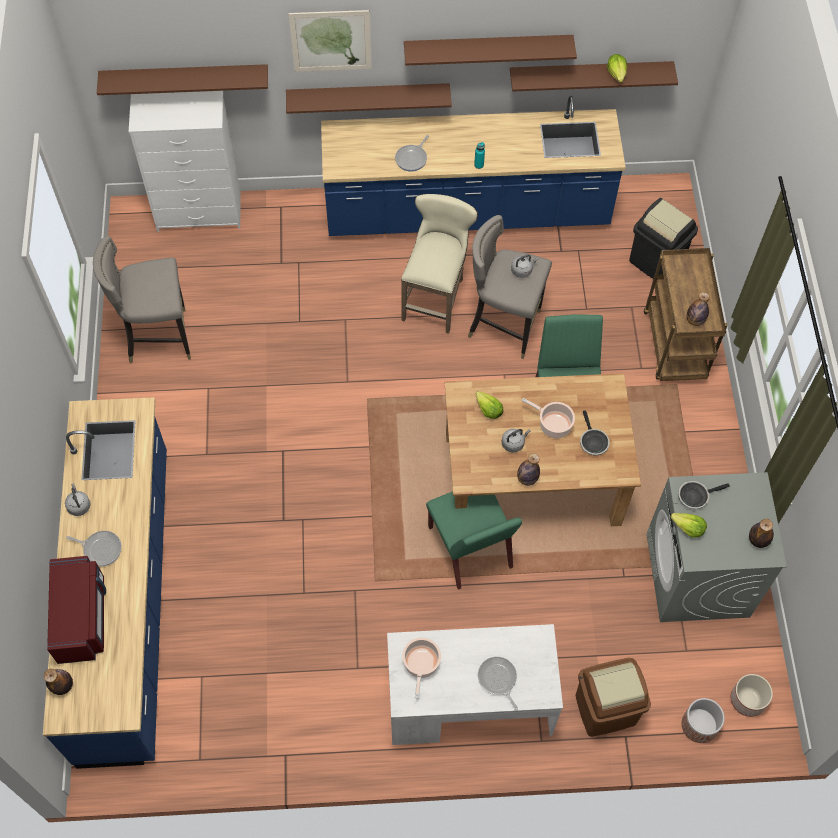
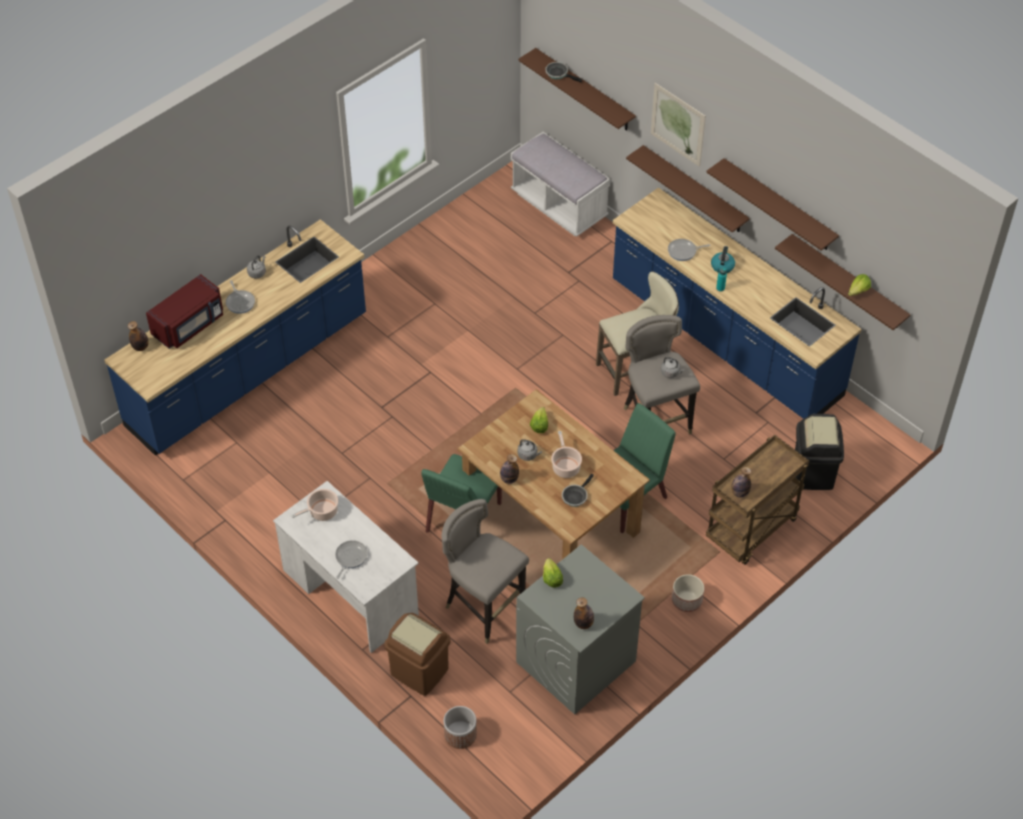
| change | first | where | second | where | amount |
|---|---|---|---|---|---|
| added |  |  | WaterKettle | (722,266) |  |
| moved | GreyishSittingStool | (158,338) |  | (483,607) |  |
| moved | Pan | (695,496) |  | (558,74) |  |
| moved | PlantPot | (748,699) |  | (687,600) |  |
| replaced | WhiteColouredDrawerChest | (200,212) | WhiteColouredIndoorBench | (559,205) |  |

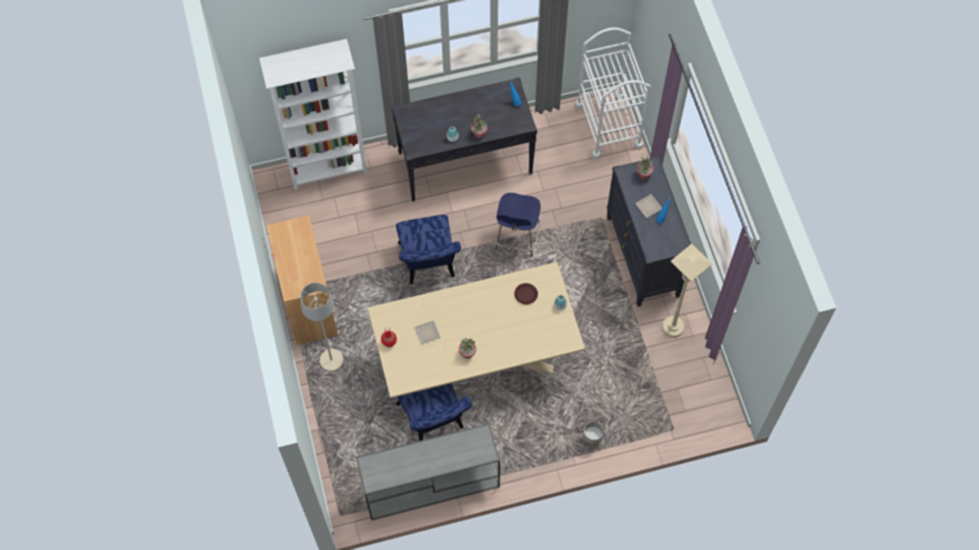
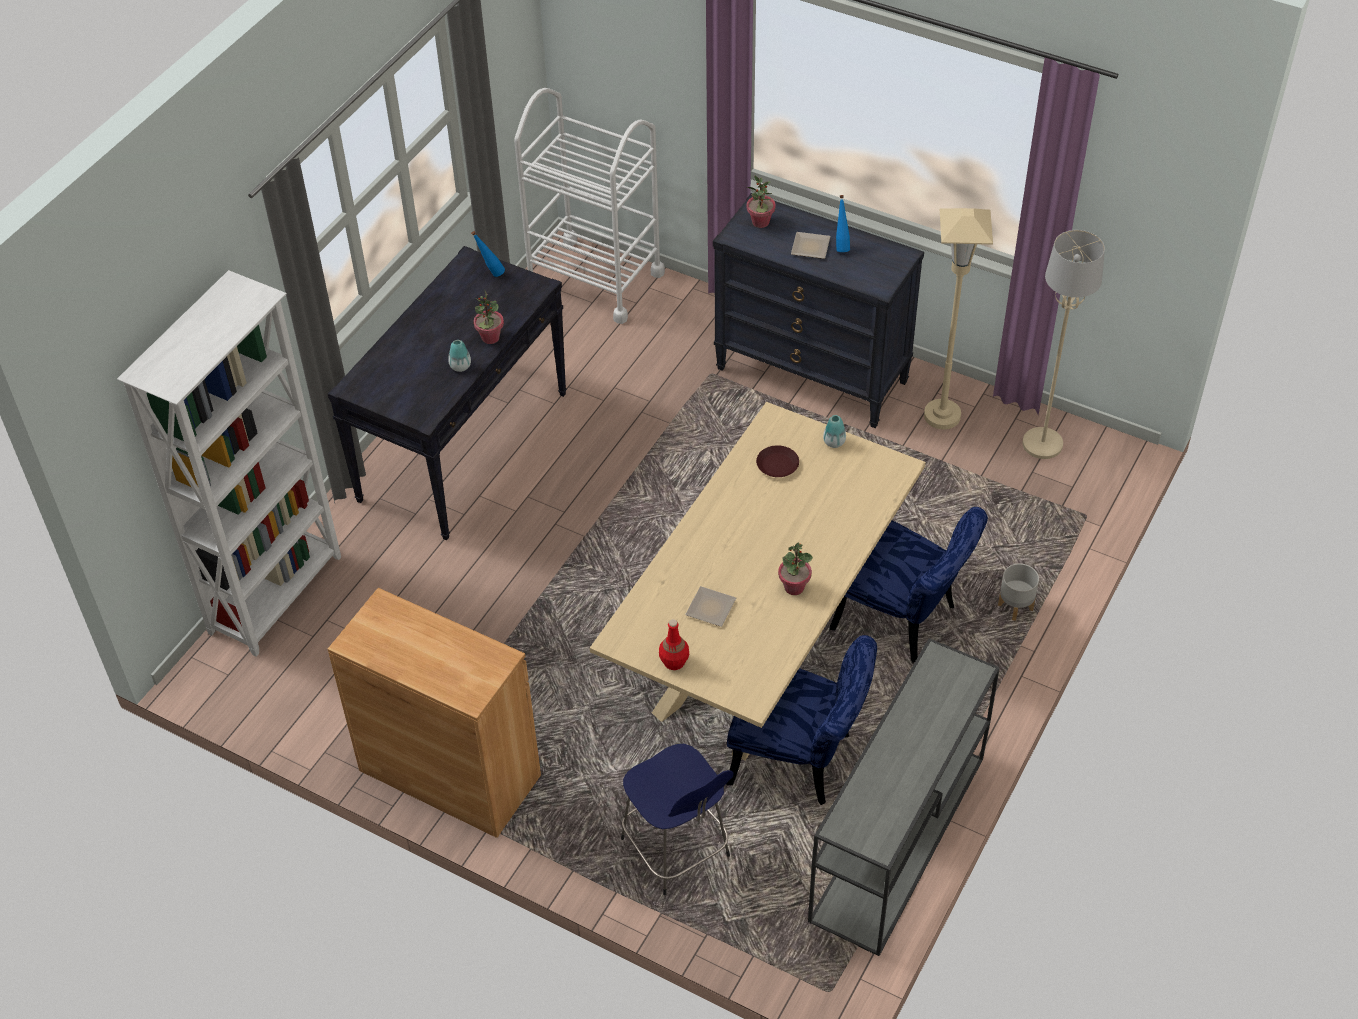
| change | first | where | second | where | amount |
|---|---|---|---|---|---|
| moved | SandColouredStandingLamp | (331,360) |  | (1043,444) |  |
| moved | BlueColouredChair | (428,264) |  | (903,621) |  |
| moved | BlueColouredSittingStool | (517,238) |  | (677,850) |  |

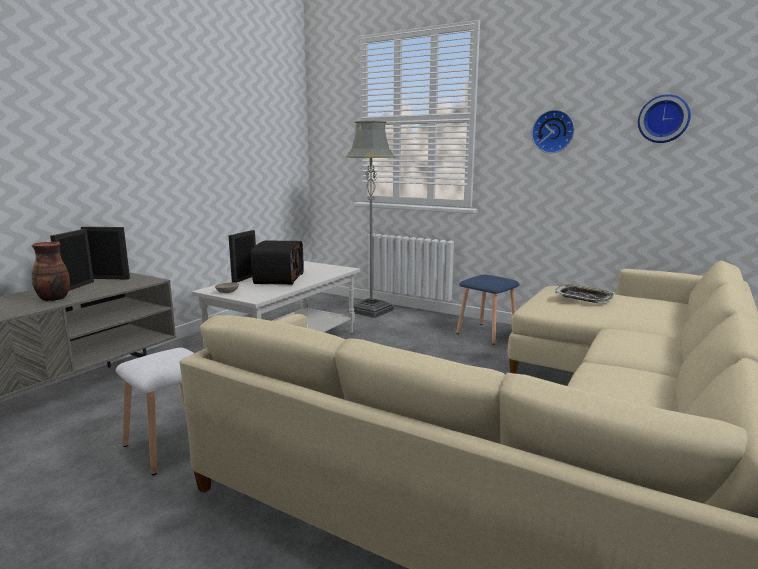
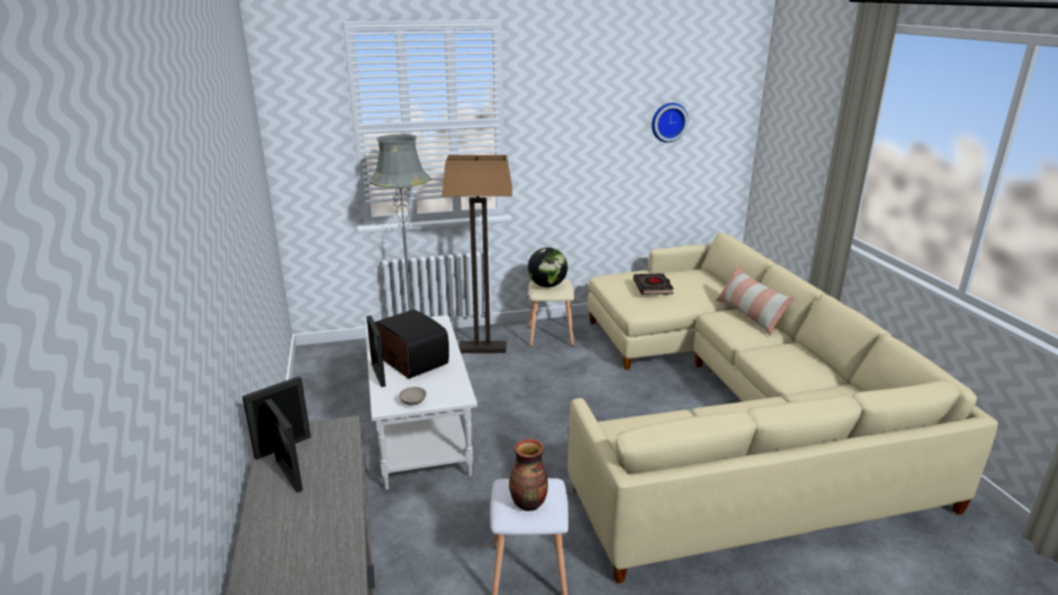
| change | first | where | second | where | amount |
|---|---|---|---|---|---|
| removed | WallClock | (553,131) |  |  |  |
| added |  |  | StandingLamp | (483,348) |  |
| added |  |  | Globe | (547,285) |  |
| added |  |  | Cushion | (749,315) |  |
| moved | Vase | (53,299) |  | (529,503) |  |
| replaced | ServingTray | (583,297) | BlackishBoundBook | (653,287) |  |
| recoloured | BlueColouredSittingStool | (486,333) | SandColouredSittingStool | (551,336) |  |

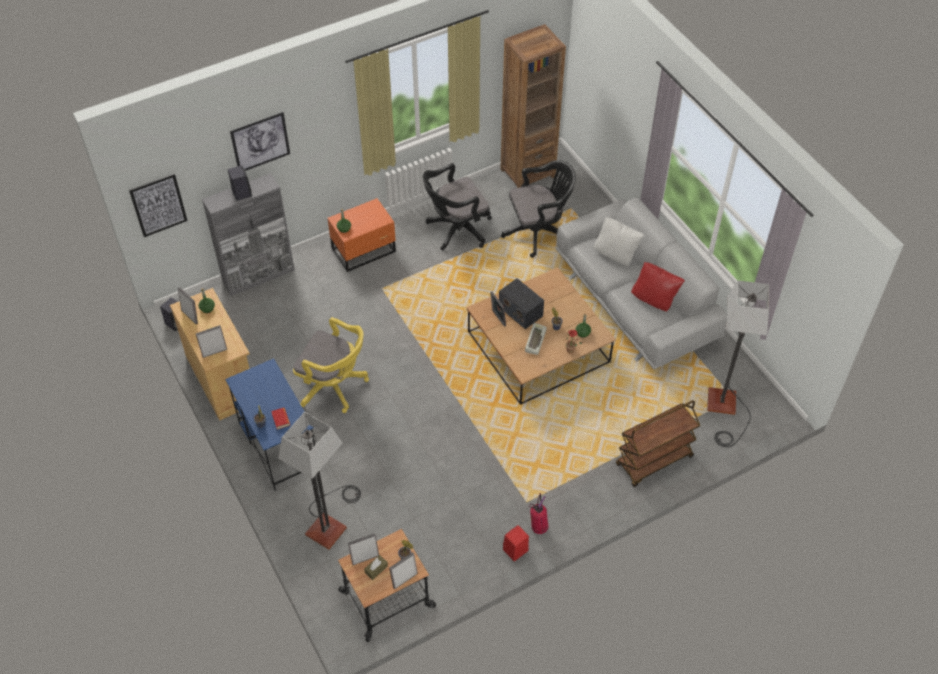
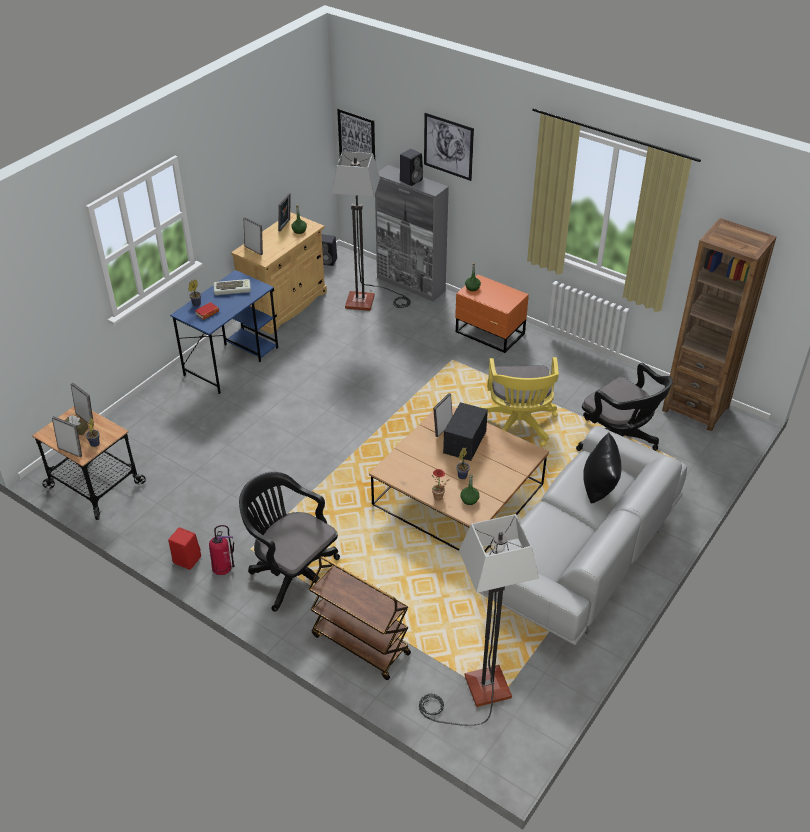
| change | first | where | second | where | amount |
|---|---|---|---|---|---|
| removed | RedColouredCushion | (654,300) |  |  |  |
| moved | StandingLamp | (330,522) |  | (369,301) |  |
| moved | YellowColouredDeskChair | (334,386) |  | (518,426) |  |
| moved | BlackishDeskChair | (456,230) |  | (292,574) |  |
| moved | ComputerKeyboard | (534,340) |  | (232,289) |  |
| recoloured | WhiteColouredCushion | (616,255) | BlackishCushion | (599,489) |  |

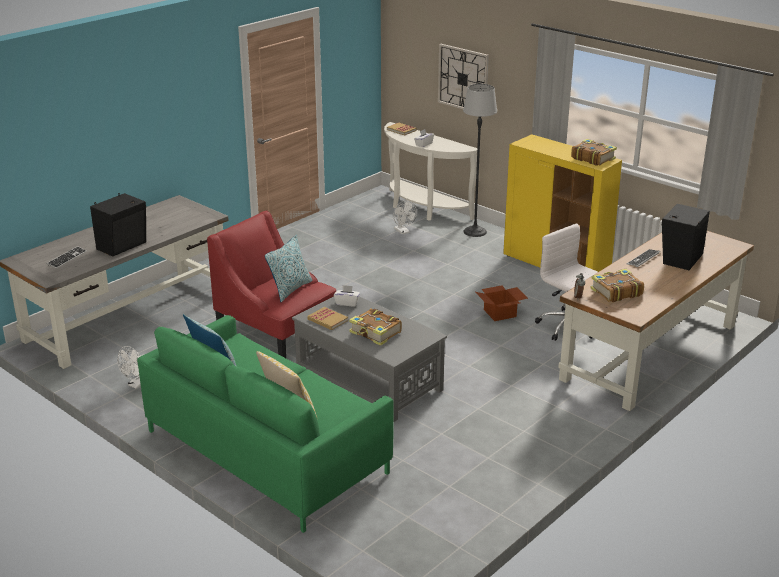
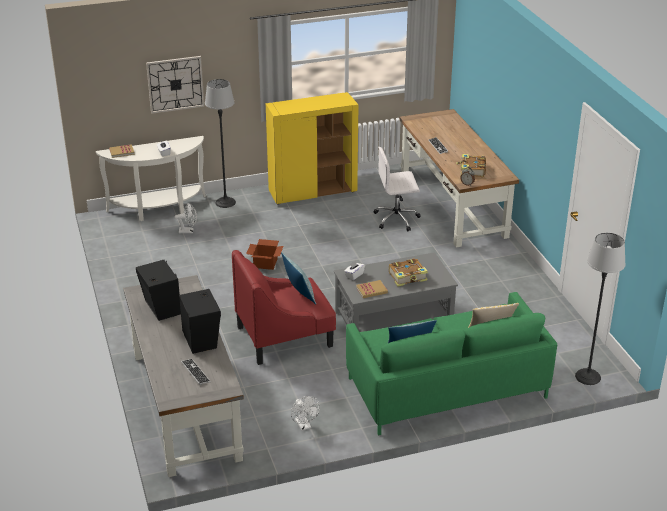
| change | first | where | second | where | amount |
|---|---|---|---|---|---|
| removed | BoundBook | (592,158) |  |  |  |
| added |  |  | StandingLamp | (588,376) |  |
| moved | PackingBox | (501,313) |  | (266,263) |  |
| moved | BlackishAudioSpeaker | (680,258) |  | (161,308) |  |

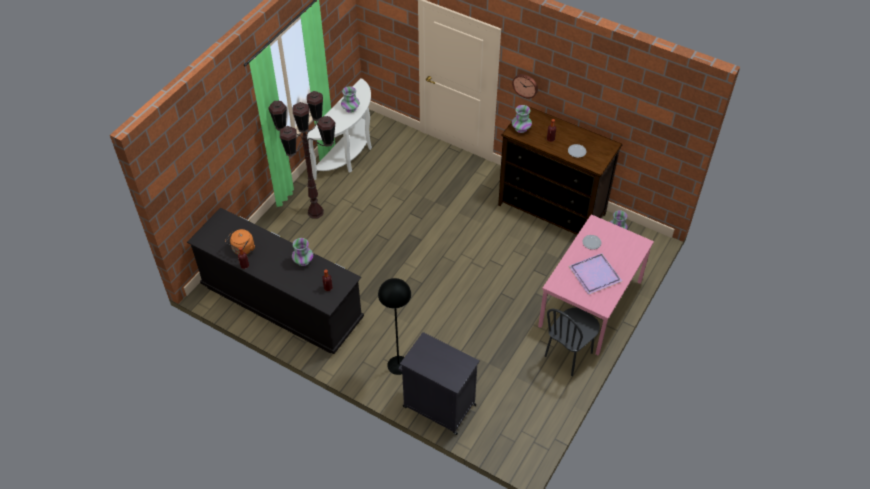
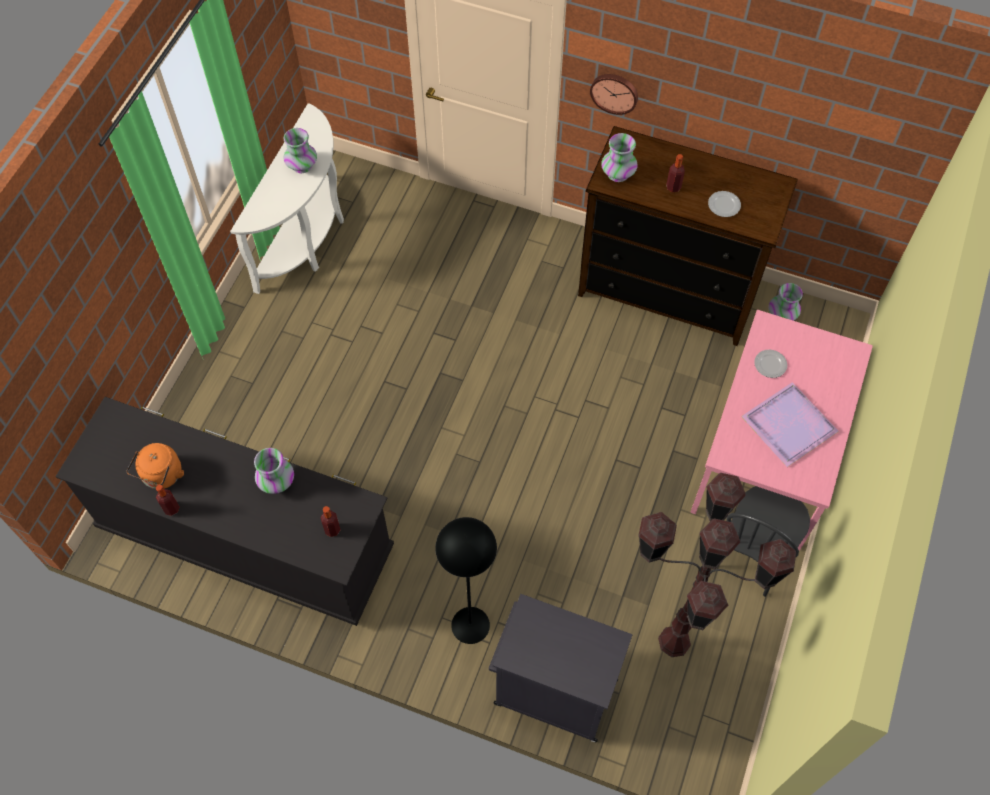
| change | first | where | second | where | amount |
|---|---|---|---|---|---|
| moved | BrownishStandingLamp | (315,212) |  | (673,640) |  |

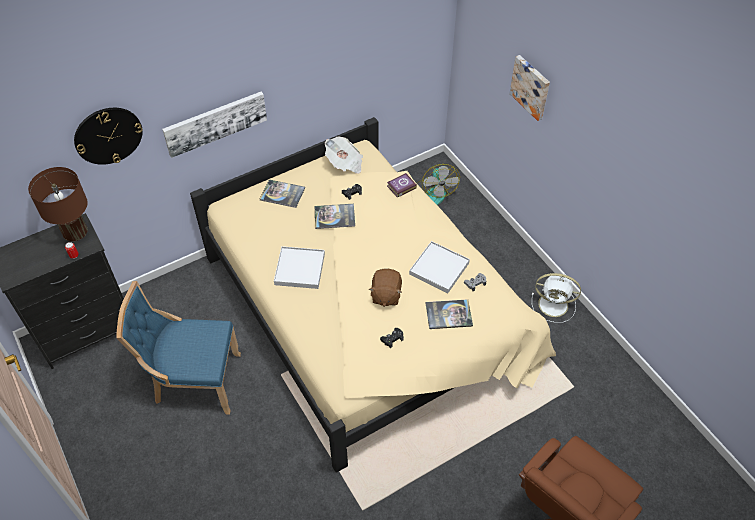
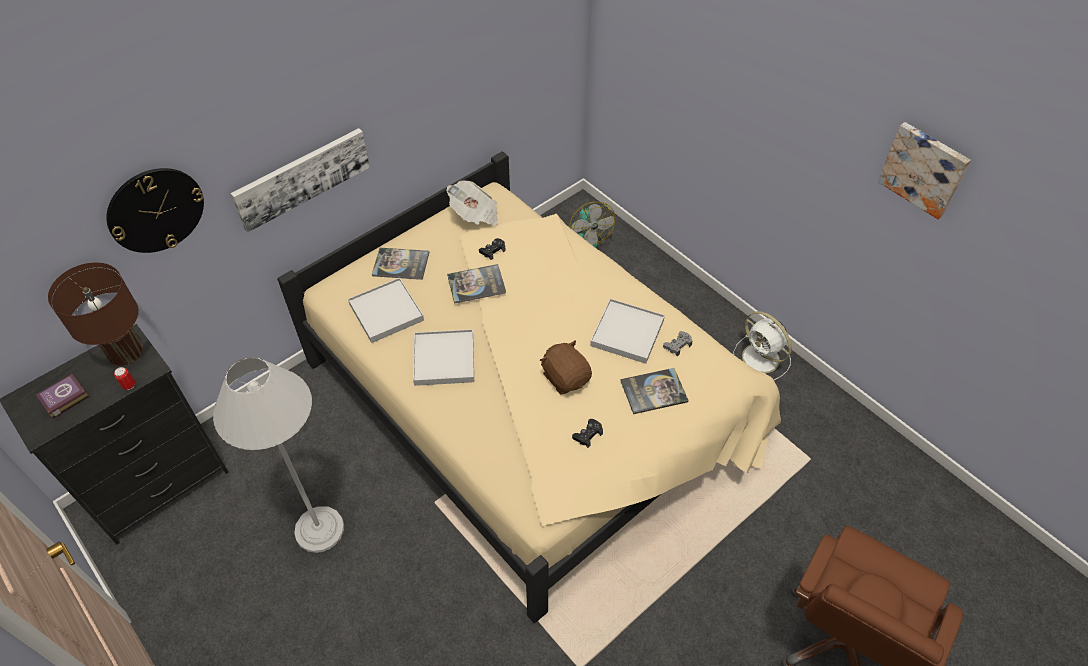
| change | first | where | second | where | amount |
|---|---|---|---|---|---|
| added |  |  | WhiteColouredServingTray | (386,312) |  |
| moved | BoundBook | (400,187) |  | (63,398) |  |
| moved | WallPicture | (531,87) |  | (924,169) |  |
| replaced | BlueColouredChair | (194,381) | WhiteColouredStandingLamp | (319,529) |  |
| turned | BrownishCuddlyToy | (385,295) |  | (566,377) | 150 degrees clockwise |
| turned | WhiteColouredCoolingFan | (554,305) |  | (762,359) | 45 degrees clockwise |

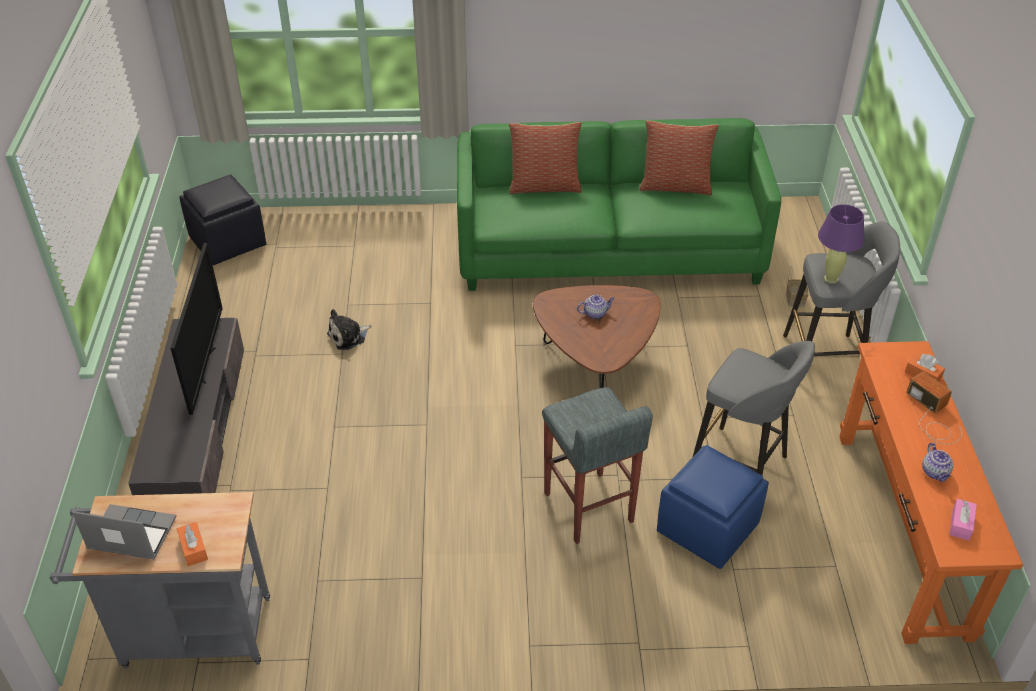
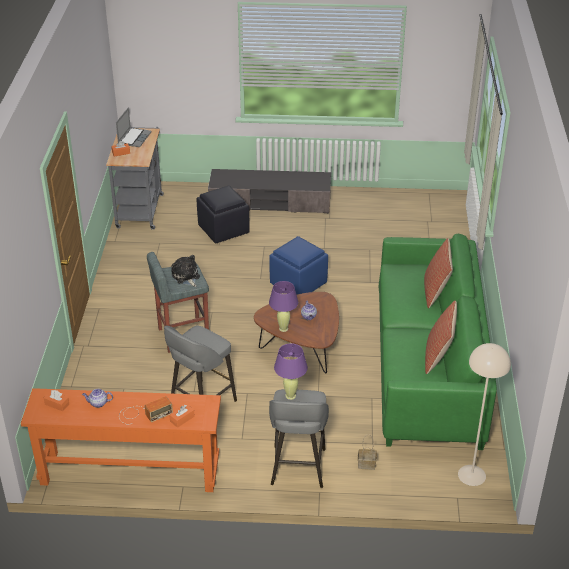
| change | first | where | second | where | amount |
|---|---|---|---|---|---|
| removed | Tv | (205,365) |  |  |  |
| added |  |  | PurpleColouredLampForATable | (283,328) |  |
| added |  |  | SandColouredStandingLamp | (472,475) |  |
| moved | BlackishOttoman | (228,241) |  | (224,229) |  |
| moved | CuddlyToy | (348,336) |  | (186,277) |  |
| moved | BlueColouredOttoman | (708,529) |  | (297,283) |  |
| recoloured | PinkColouredTissueHolder | (961,524) | OrangeyTissueHolder | (57,404) |  |

